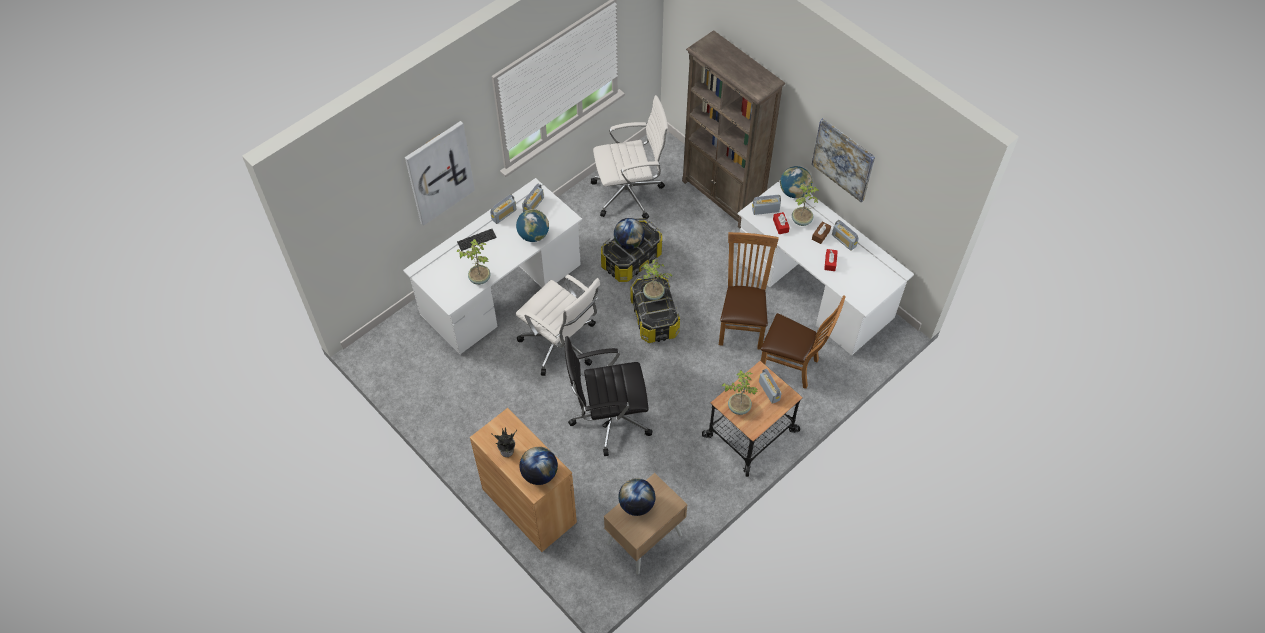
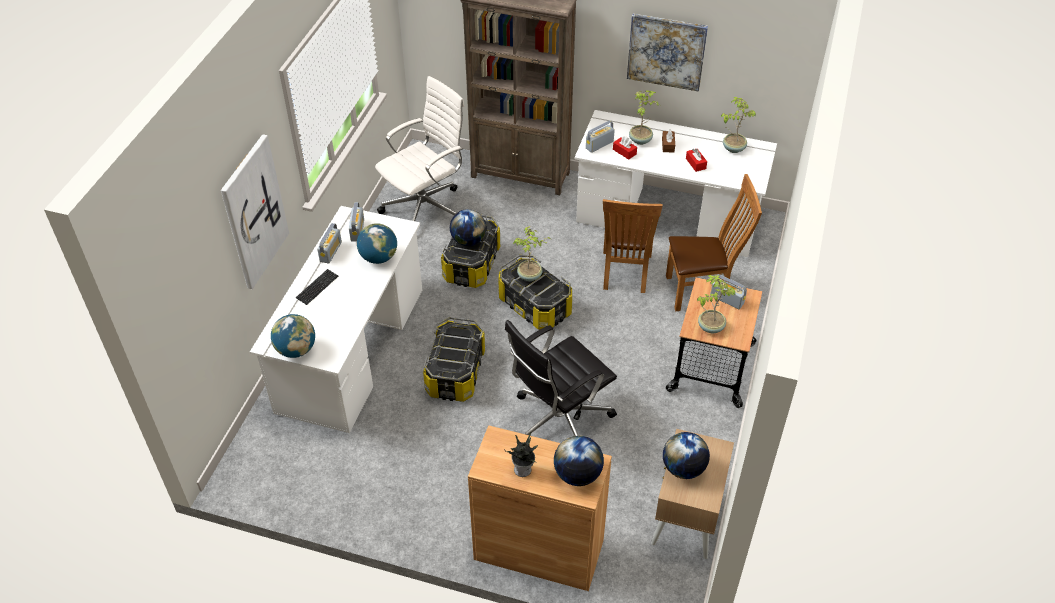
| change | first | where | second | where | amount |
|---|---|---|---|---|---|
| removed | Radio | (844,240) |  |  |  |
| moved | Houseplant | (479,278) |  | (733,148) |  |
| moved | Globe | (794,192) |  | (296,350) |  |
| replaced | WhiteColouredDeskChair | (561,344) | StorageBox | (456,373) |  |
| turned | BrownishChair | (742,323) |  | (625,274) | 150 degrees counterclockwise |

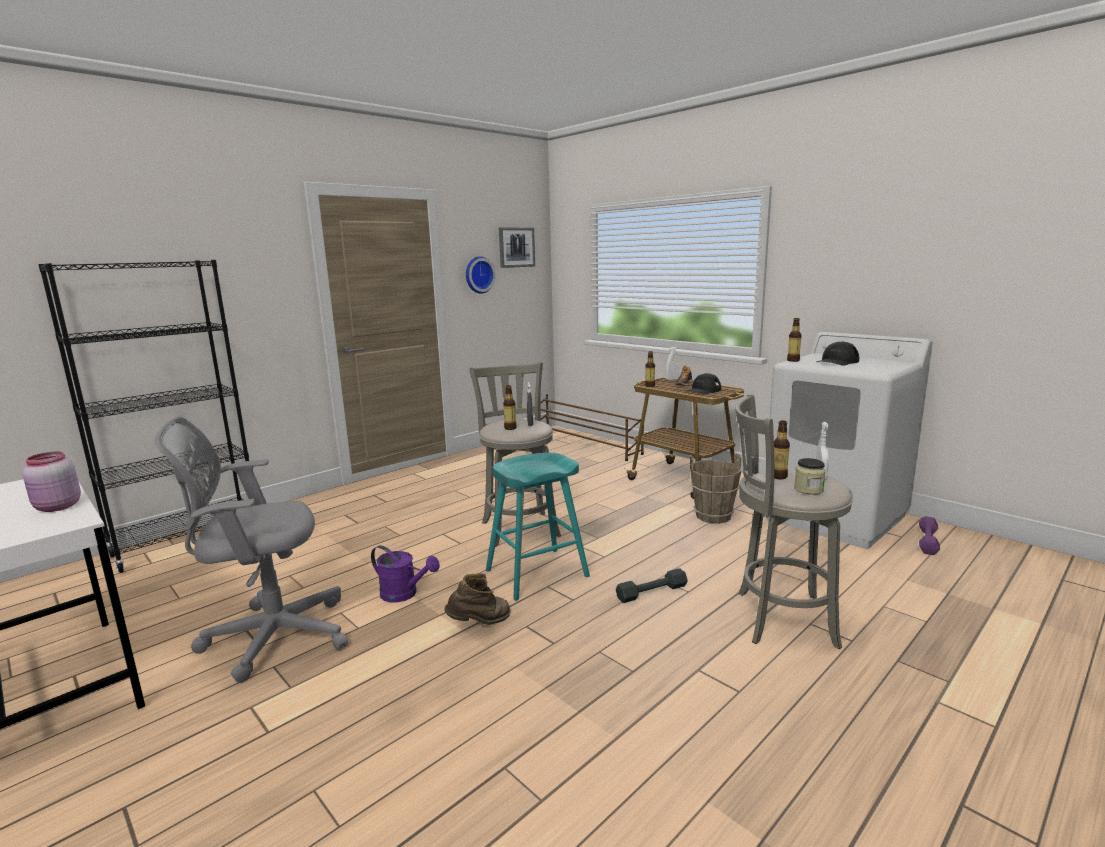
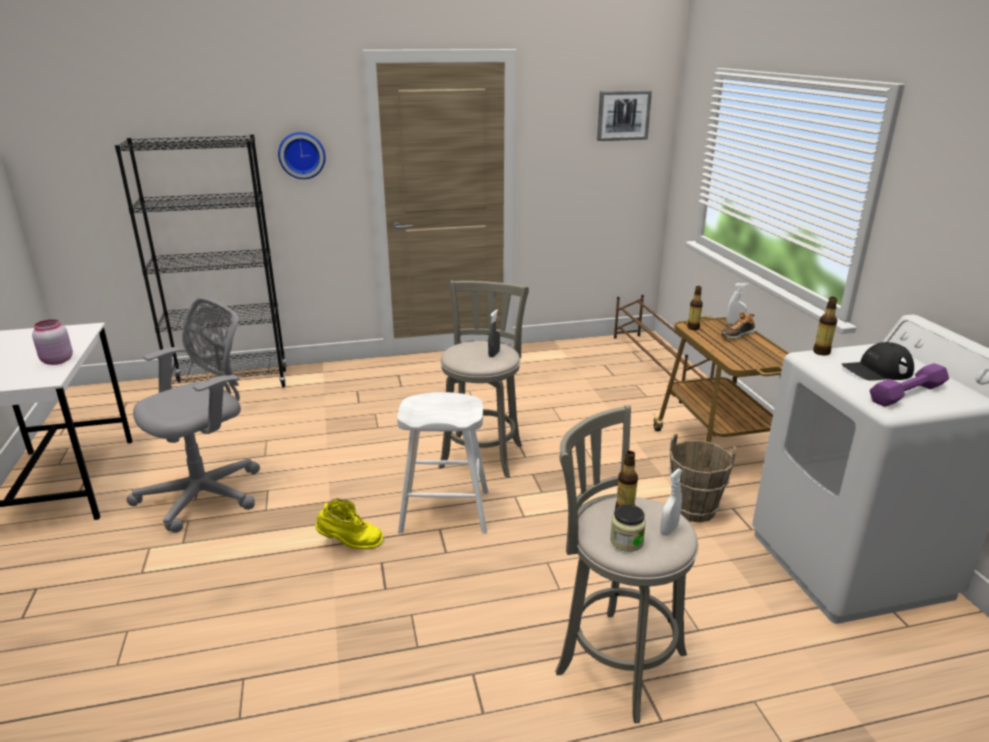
| change | first | where | second | where | amount |
|---|---|---|---|---|---|
| removed | PurpleColouredWateringCan | (404,594) |  |  |  |
| removed | BeverageBottle | (510,428) |  |  |  |
| removed | GreyishDumbbell | (651,592) |  |  |  |
| removed | BlackishBaseballCap | (703,390) |  |  |  |
| moved | WallClock | (478,275) |  | (302,155) |  |
| moved | PurpleColouredDumbbell | (927,541) |  | (907,393) |  |
| recoloured | BrownishHighTopBoot | (480,624) | YellowColouredHighTopBoot | (350,544) |  |
| recoloured | BlueGreenSittingStool | (536,573) | WhiteColouredSittingStool | (444,511) |  |
| turned | GreyishDeskChair | (270,637) |  | (207,493) | 120 degrees clockwise |

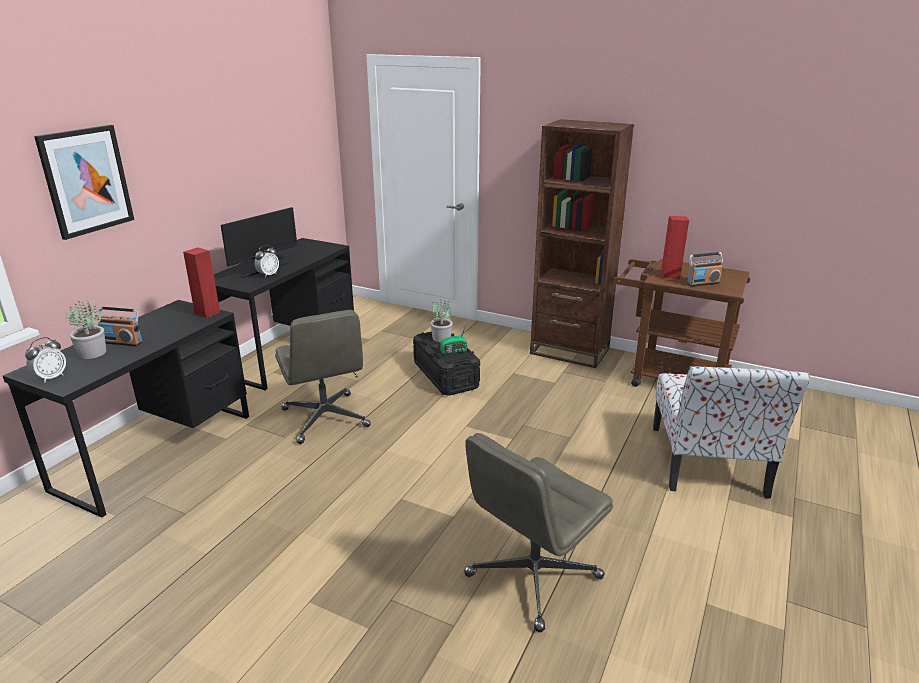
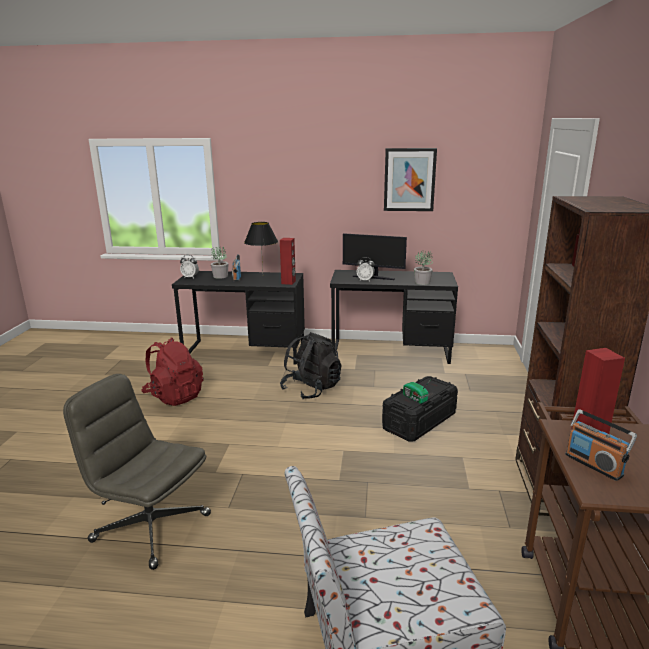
| change | first | where | second | where | amount |
|---|---|---|---|---|---|
| added |  |  | RedColouredKnapsack | (174,396) |  |
| added |  |  | BlackishLampForATable | (263,276) |  |
| moved | WallPicture | (86,181) |  | (409,179) |  |
| moved | Houseplant | (441,338) |  | (422,282) |  |
| replaced | GreyishDeskChair | (326,418) | BlackishKnapsack | (311,389) |  |

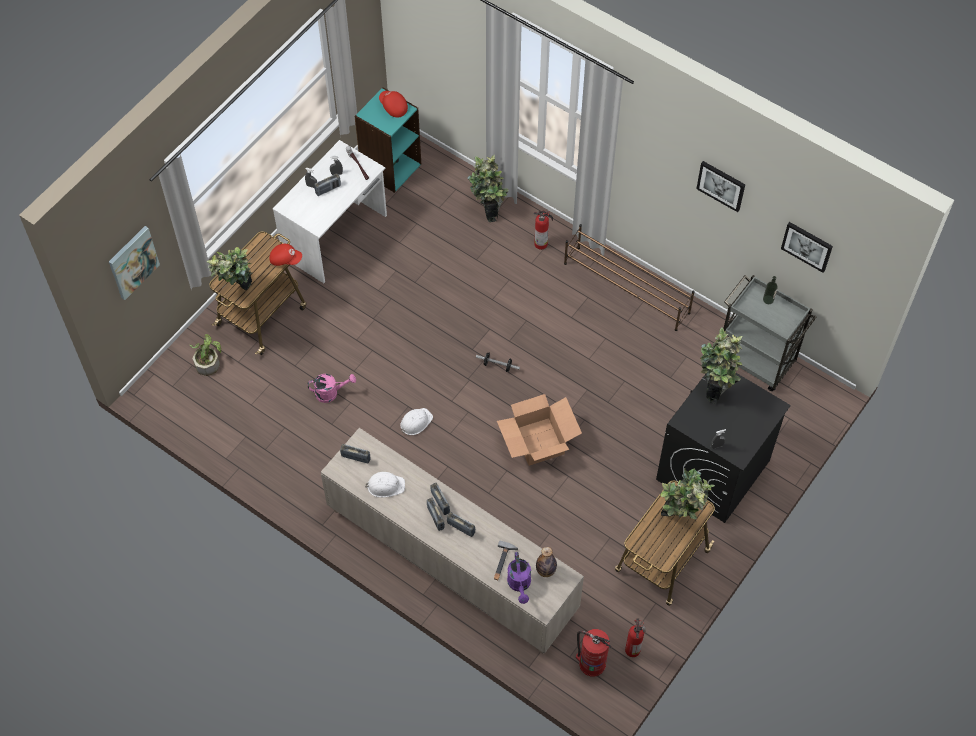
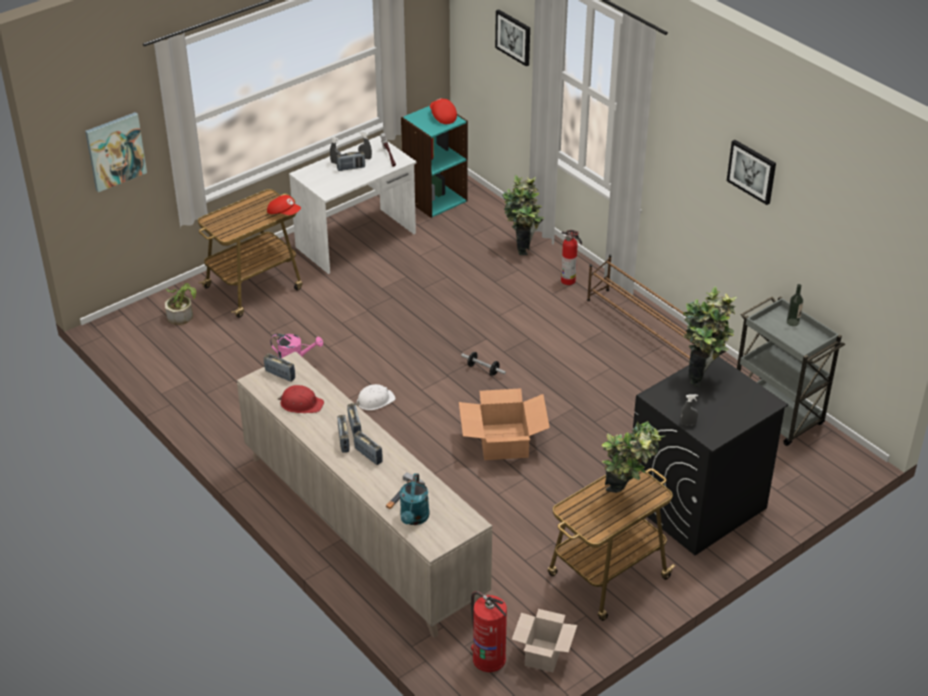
| change | first | where | second | where | amount |
|---|---|---|---|---|---|
| removed | Houseplant | (238,293) |  |  |  |
| removed | BeverageBottle | (545,570) |  |  |  |
| moved | WallPicture | (807,246) |  | (513,37) |  |
| replaced | Extinguisher | (632,649) | PackingBox | (543,654) |  |
| recoloured | WhiteColouredSafetyHelmet | (385,485) | RedColouredSafetyHelmet | (301,403) |  |
| recoloured | PurpleColouredWateringCan | (520,585) | BlueGreenWateringCan | (414,518) |  |

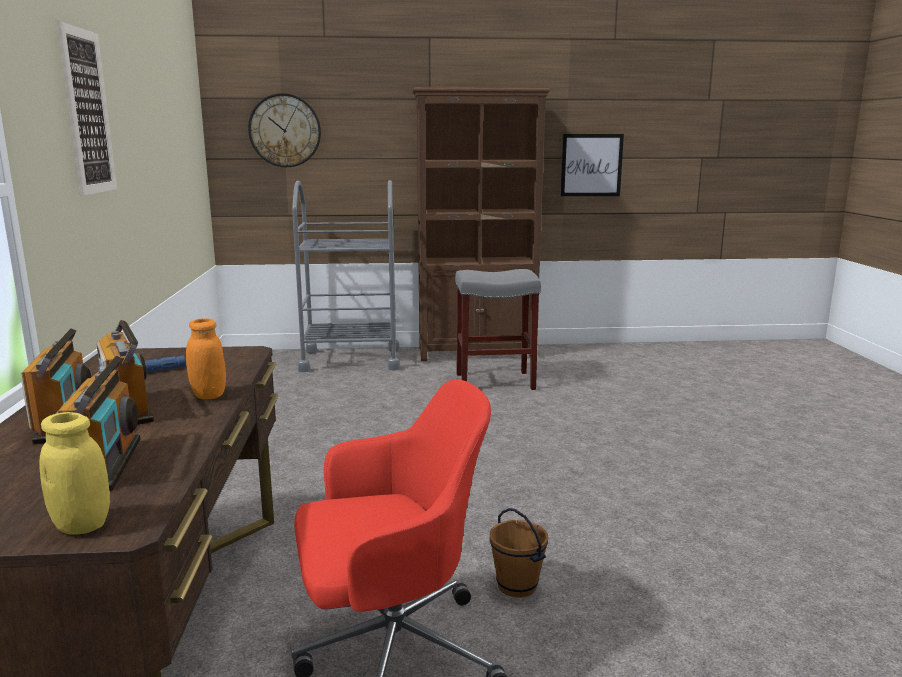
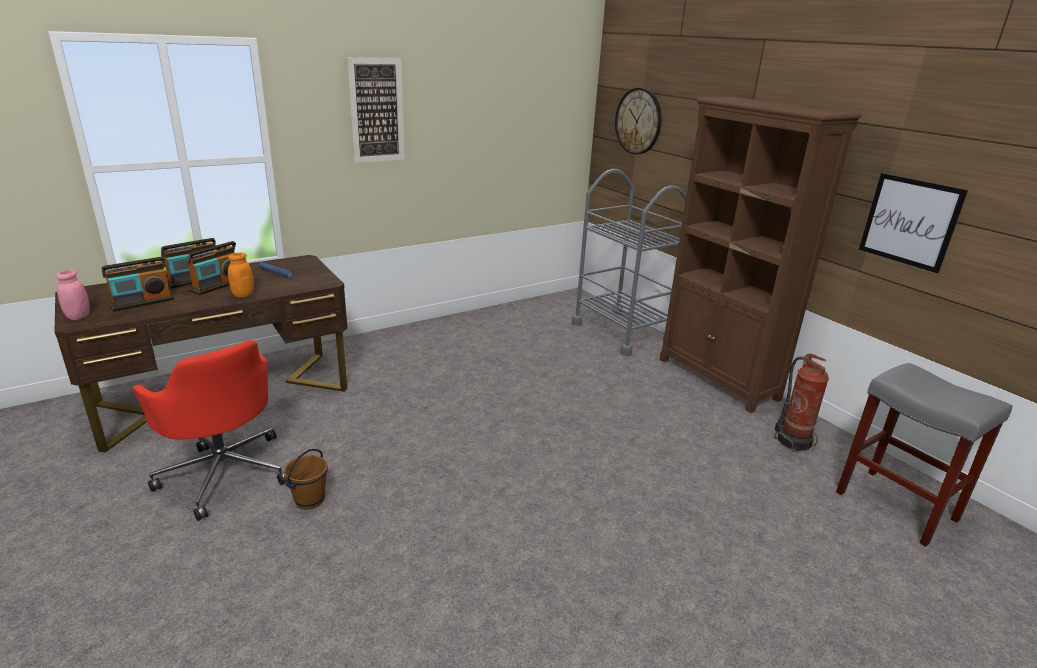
| change | first | where | second | where | amount |
|---|---|---|---|---|---|
| added |  |  | Extinguisher | (793,440) |  |
| moved | GreyishSittingStool | (496,381) |  | (898,506) |  |
| recoloured | YellowColouredStorageJar | (82,525) | PinkColouredStorageJar | (78,316) |  |

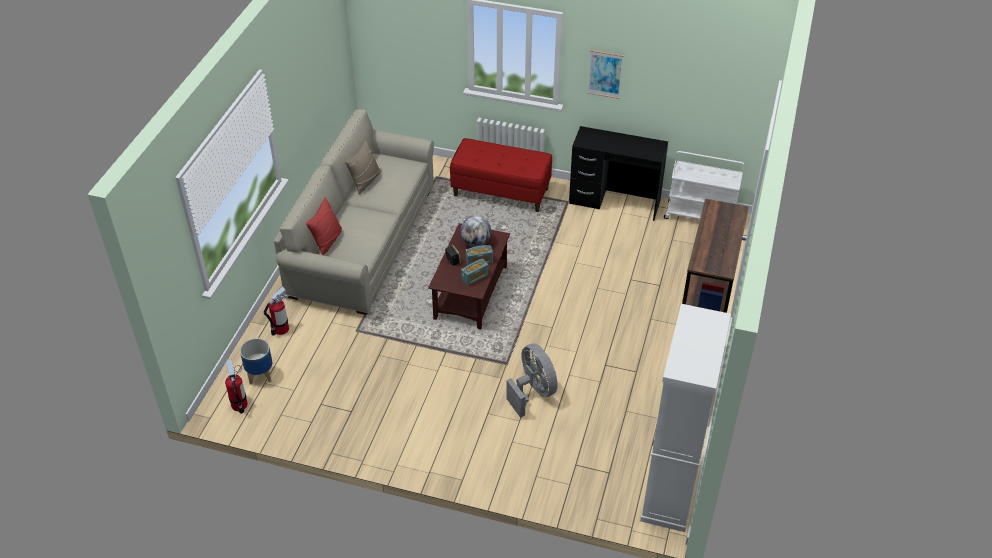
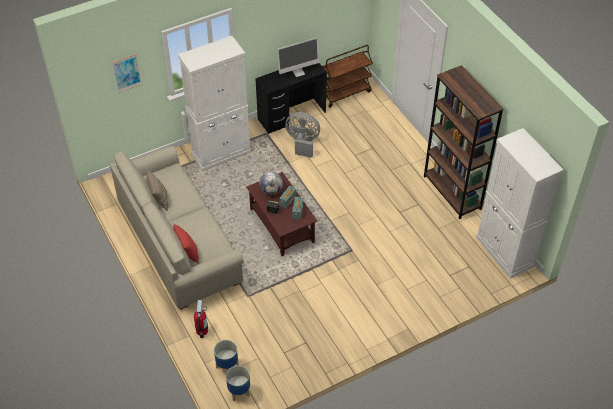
| change | first | where | second | where | amount |
|---|---|---|---|---|---|
| added |  |  | ComputerScreen | (298,72) |  |
| moved | GreyishCoolingFan | (533,392) |  | (302,142) |  |
| moved | WallPicture | (605,74) |  | (127,73) |  |
| replaced | Extinguisher | (239,405) | PlantPot | (239,392) |  |
| replaced | RedColouredIndoorBench | (501,192) | WhiteColouredStorageCabinet | (221,153) |  |
| recoloured | WhiteColouredTrolley | (700,216) | BrownishTrolley | (345,93) |  |

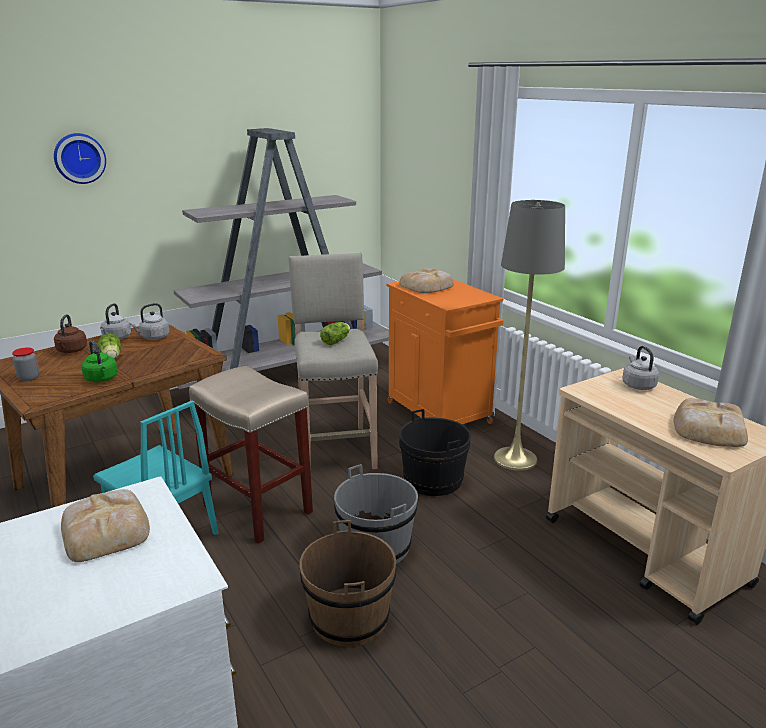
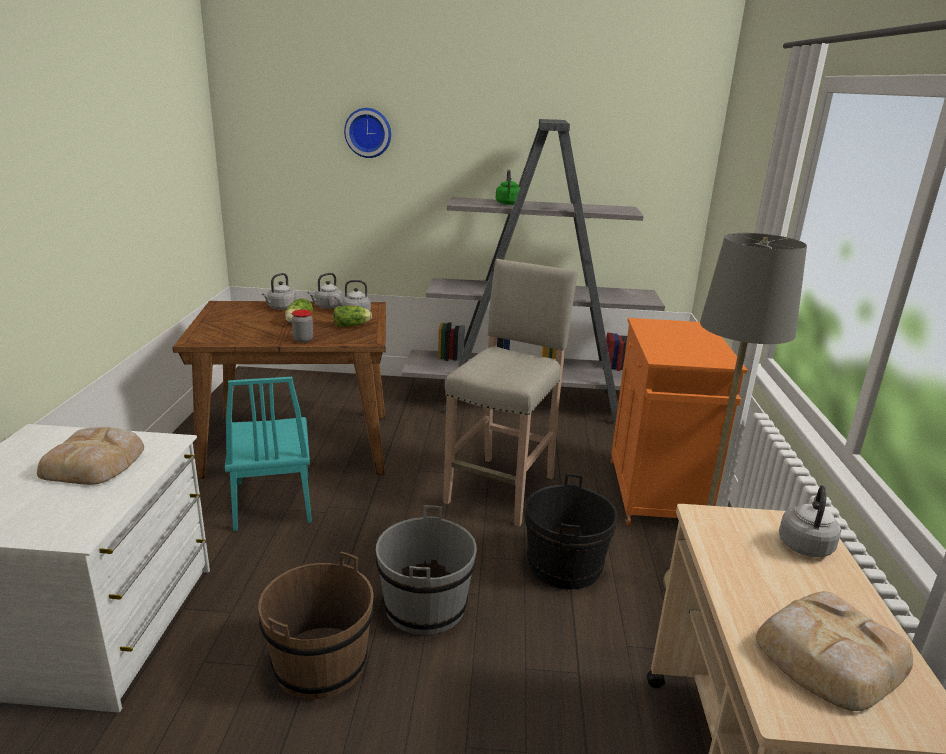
| change | first | where | second | where | amount |
|---|---|---|---|---|---|
| removed | SandColouredSittingStool | (256,508) |  |  |  |
| removed | BakeryBread | (427,286) |  |  |  |
| moved | StorageJar | (29,378) |  | (303,340) |  |
| moved | GreenColouredWaterKettle | (101,379) |  | (508,204) |  |
| moved | Lettuce | (337,341) |  | (353,325) |  |
| recoloured | BrownishWaterKettle | (71,351) | GreyishWaterKettle | (281,308) |  |

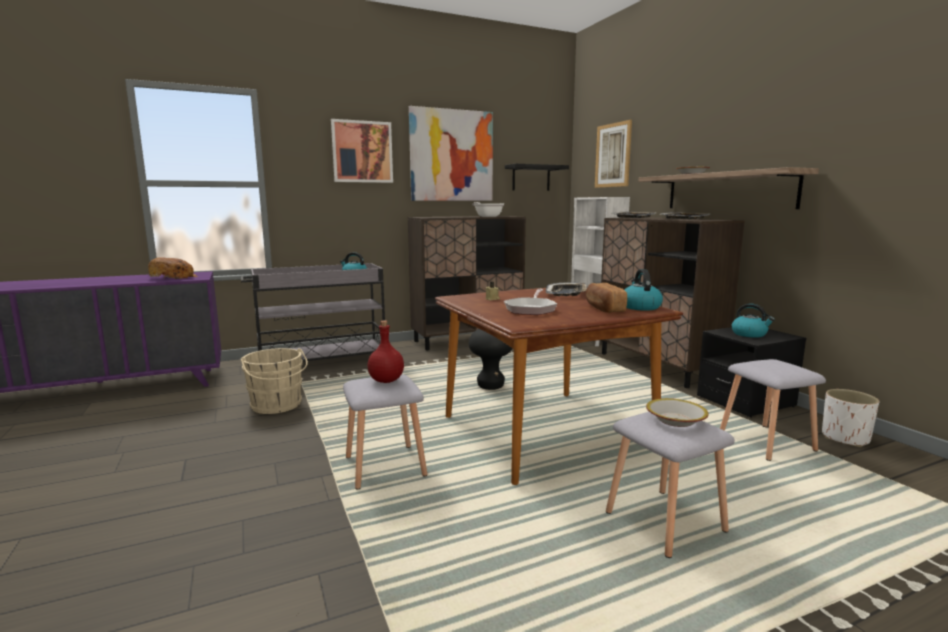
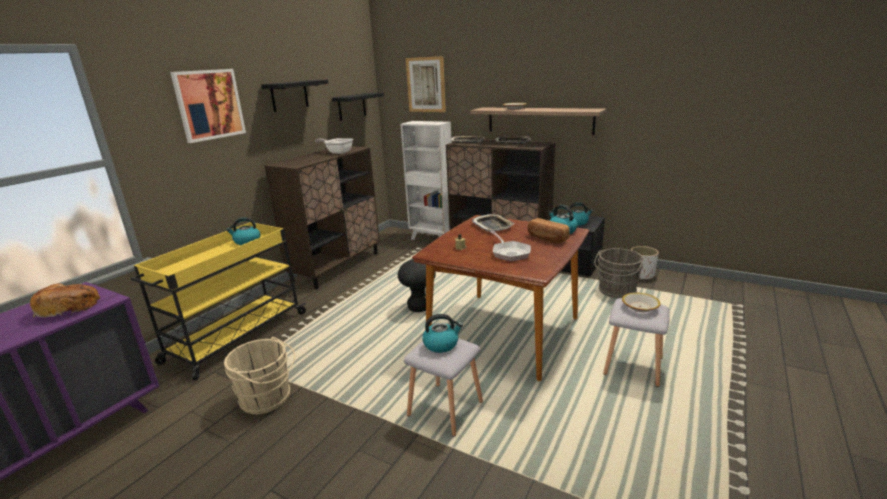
| change | first | where | second | where | amount |
|---|---|---|---|---|---|
| replaced | RedColouredBeverageBottle | (386,380) | WaterKettle | (441,344) |  |
| replaced | WallPicture | (451,155) | BlackishShelf | (289,95) |  |
| replaced | GreyishSittingStool | (768,442) | GreyishWaterBucket | (616,291) |  |
| recoloured | GreyishTrolley | (321,363) | YellowColouredTrolley | (235,337) |  |

